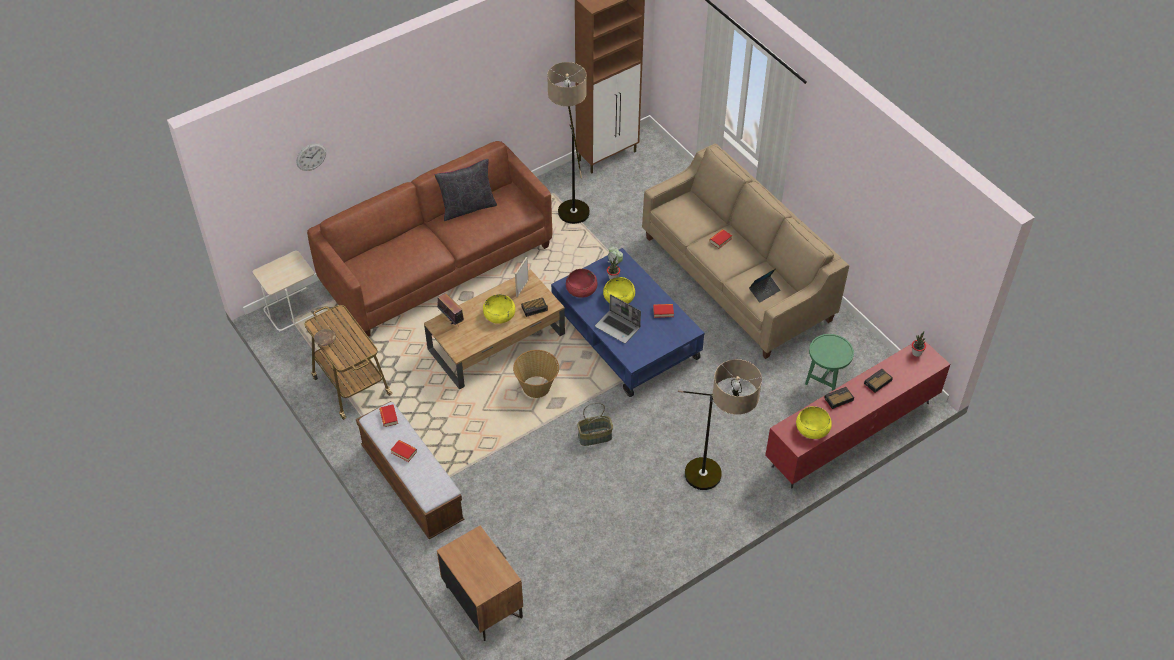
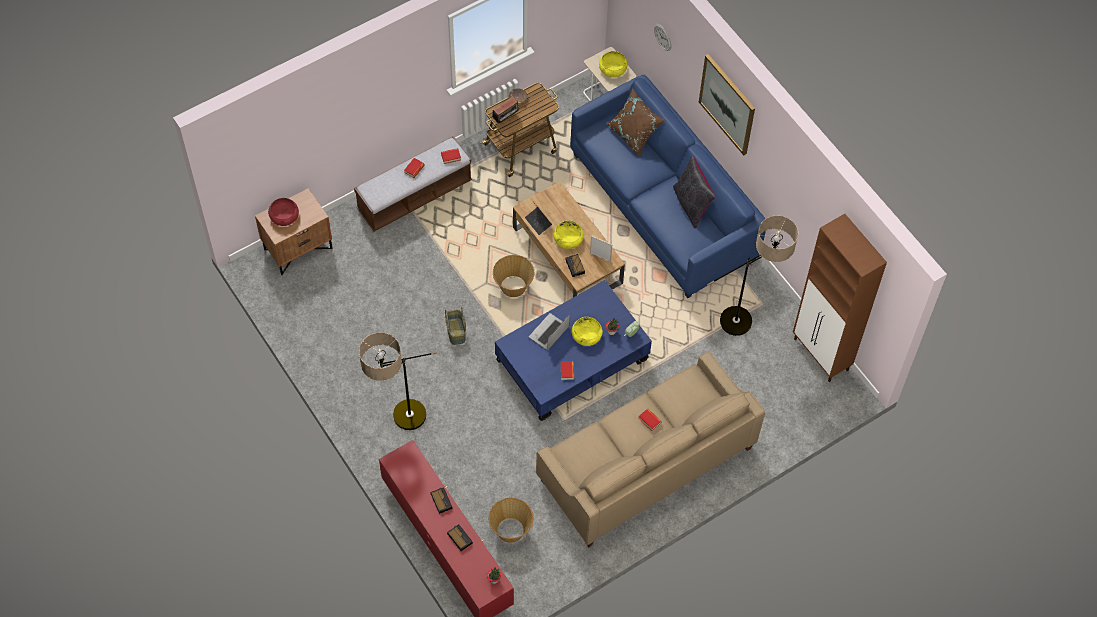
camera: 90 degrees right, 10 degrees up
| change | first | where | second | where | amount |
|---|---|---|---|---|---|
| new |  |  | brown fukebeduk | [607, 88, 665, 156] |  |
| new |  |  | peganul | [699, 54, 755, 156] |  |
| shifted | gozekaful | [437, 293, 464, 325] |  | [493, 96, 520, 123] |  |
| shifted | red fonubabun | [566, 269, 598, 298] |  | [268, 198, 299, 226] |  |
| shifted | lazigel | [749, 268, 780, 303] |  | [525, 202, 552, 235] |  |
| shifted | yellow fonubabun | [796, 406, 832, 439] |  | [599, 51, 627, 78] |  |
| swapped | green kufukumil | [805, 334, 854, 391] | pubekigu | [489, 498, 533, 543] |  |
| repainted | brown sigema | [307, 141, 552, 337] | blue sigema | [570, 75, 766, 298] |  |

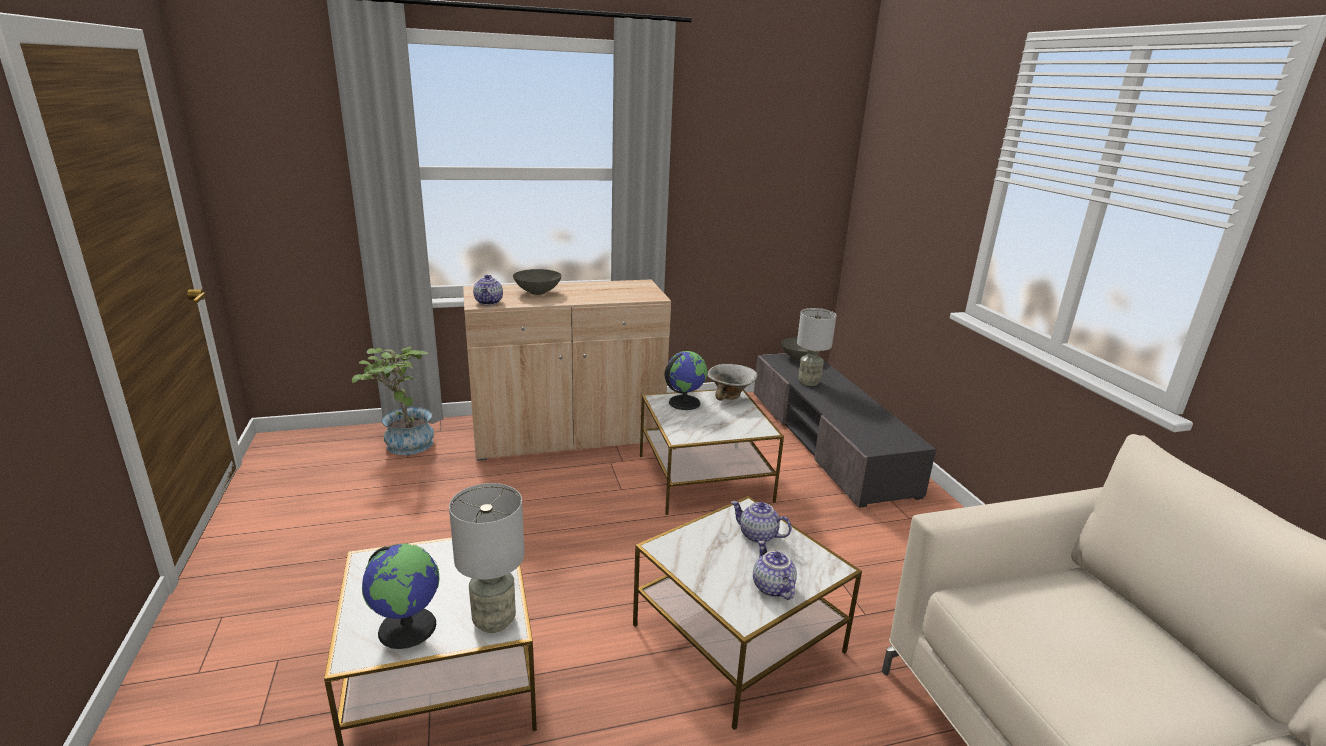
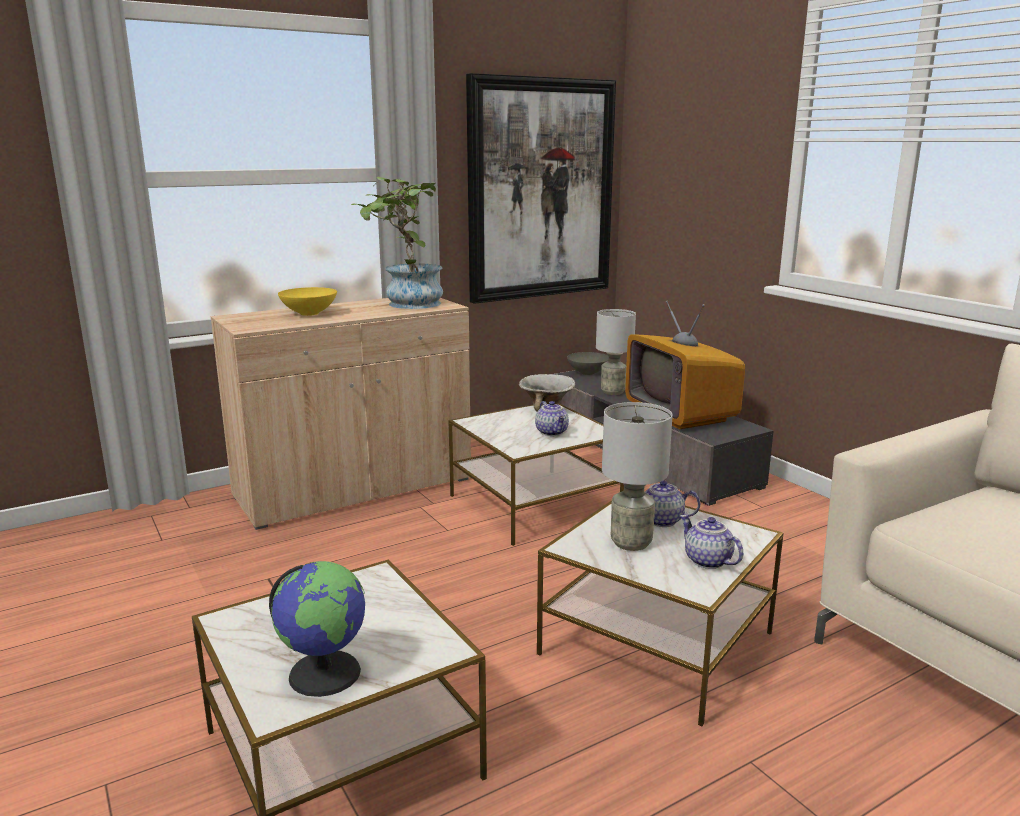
camera: 15 degrees left, 5 degrees down
| change | first | where | second | where | amount |
|---|---|---|---|---|---|
| gone | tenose | [664, 351, 707, 410] |  |  |  |
| new |  |  | peganul | [466, 73, 616, 304] |  |
| new |  |  | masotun | [625, 301, 745, 429] |  |
| shifted | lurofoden | [352, 347, 434, 455] |  | [351, 177, 443, 309] |  |
| shifted | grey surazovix | [449, 483, 525, 633] |  | [602, 402, 673, 551] |  |
| shifted | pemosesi | [473, 275, 503, 305] |  | [535, 401, 569, 436] |  |
| repainted | grey fonubabun | [513, 269, 562, 295] | yellow fonubabun | [278, 287, 337, 316] |  |

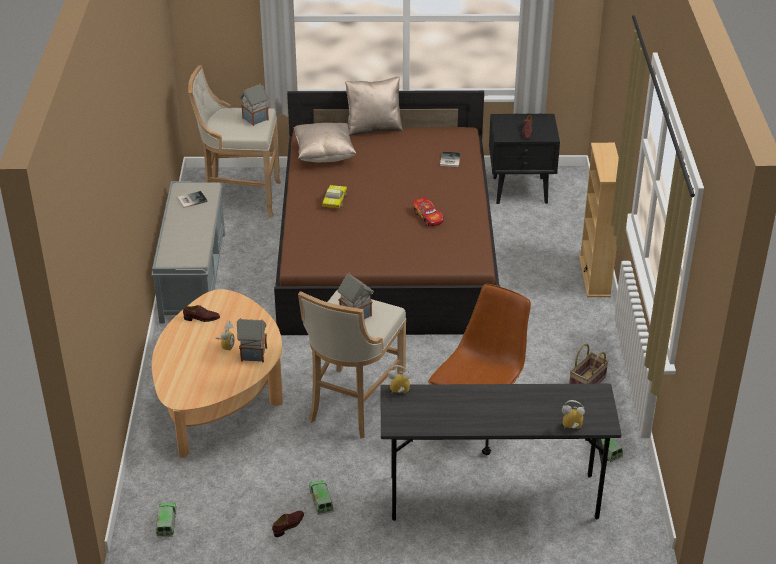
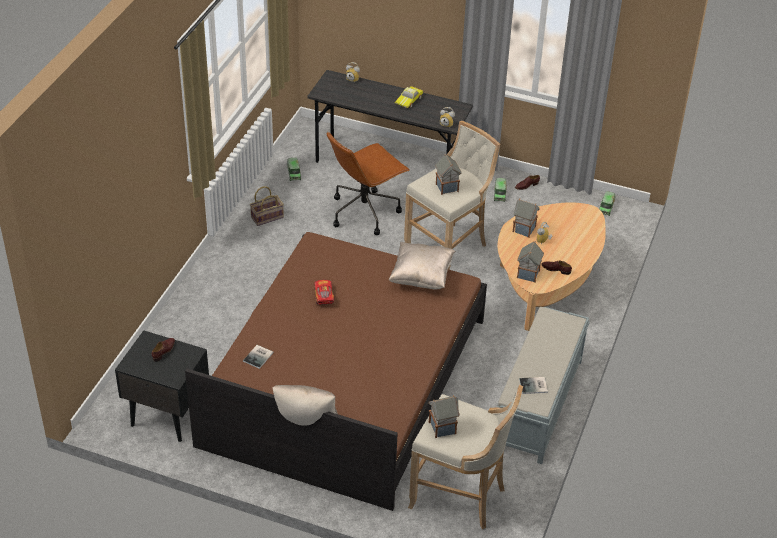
camera: 160 degrees left, 5 degrees up
| change | first | where | second | where | amount |
|---|---|---|---|---|---|
| gone | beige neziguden | [579, 143, 619, 297] |  |  |  |
| new |  |  | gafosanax | [517, 241, 544, 283] |  |
| shifted | beige fukebeduk | [293, 123, 356, 162] |  | [389, 242, 456, 289] |  |
| shifted | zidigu | [322, 185, 347, 208] |  | [395, 86, 423, 108] |  |

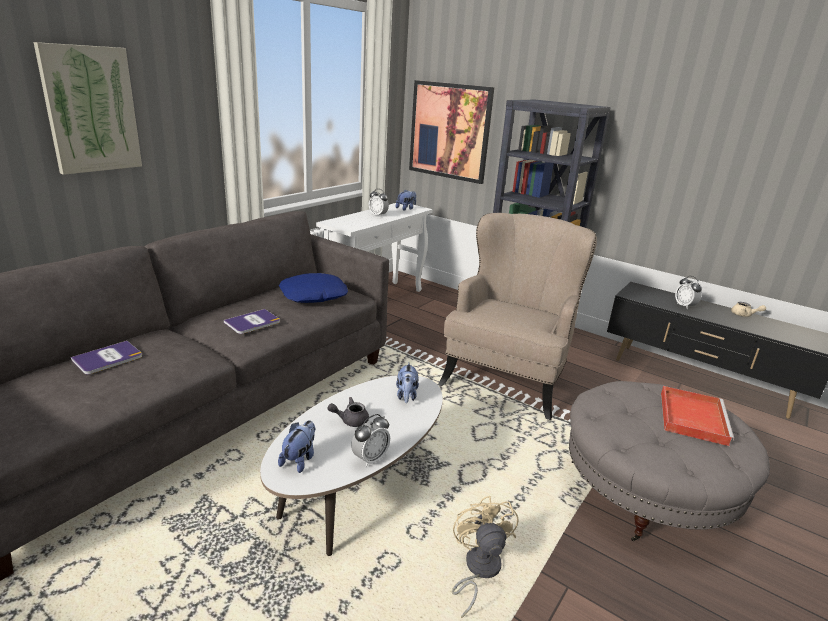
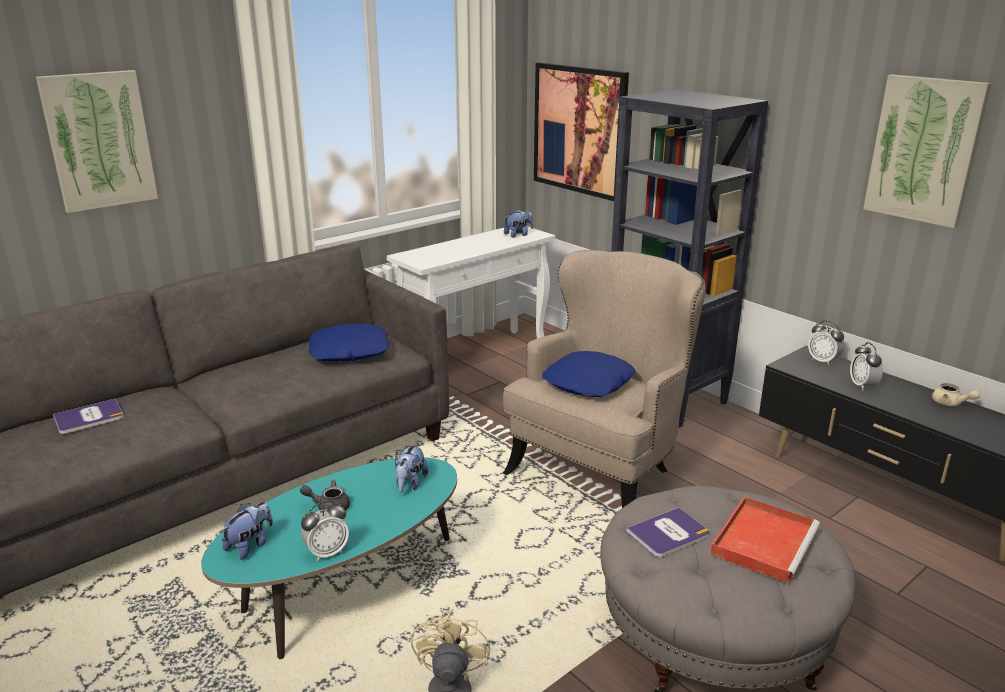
camera: 15 degrees right, 0 degrees up
| change | first | where | second | where | amount |
|---|---|---|---|---|---|
| new |  |  | blue fukebeduk | [542, 351, 636, 397] |  |
| new |  |  | peganul | [863, 74, 992, 228] |  |
| shifted | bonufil | [224, 309, 280, 334] |  | [627, 508, 709, 557] |  |
| shifted | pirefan | [369, 189, 389, 217] |  | [808, 320, 844, 366] |  |
| repainted | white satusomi | [260, 375, 443, 556] | turquoise satusomi | [201, 457, 457, 659] |  |

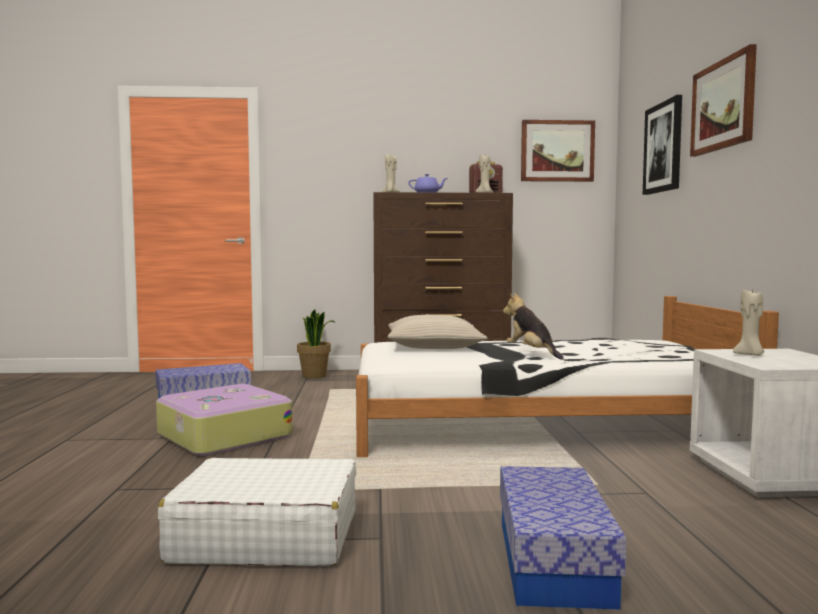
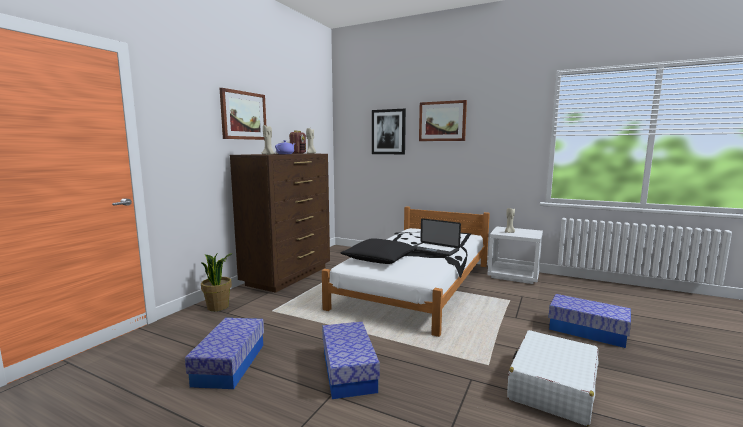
camera: 60 degrees left, 5 degrees up
| change | first | where | second | where | amount |
|---|---|---|---|---|---|
| shifted | peganul | [521, 120, 595, 182] |  | [219, 88, 266, 140] |  |
| swapped | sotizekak | [156, 384, 292, 456] | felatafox | [322, 322, 380, 399] |  |
| swapped | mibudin | [503, 293, 563, 359] | lazigel | [414, 218, 461, 257] |  |
| repainted | beige fukebeduk | [388, 315, 487, 349] | black fukebeduk | [341, 238, 417, 264] |  |

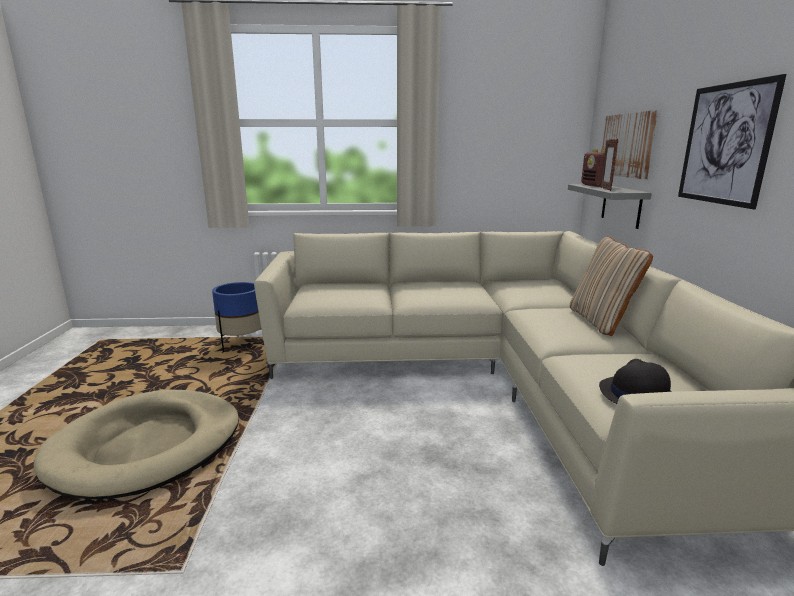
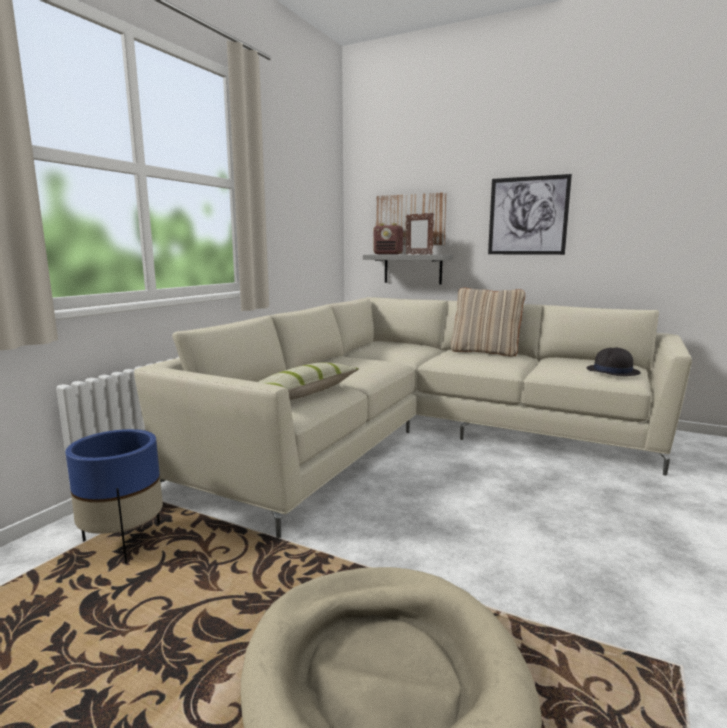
camera: 60 degrees left, 5 degrees down
| change | first | where | second | where | amount |
|---|---|---|---|---|---|
| new |  |  | fukebeduk | [258, 363, 359, 400] |  |

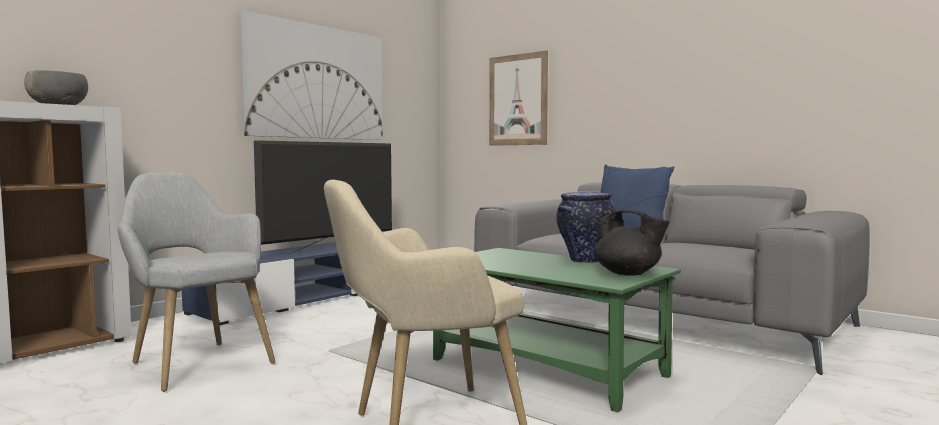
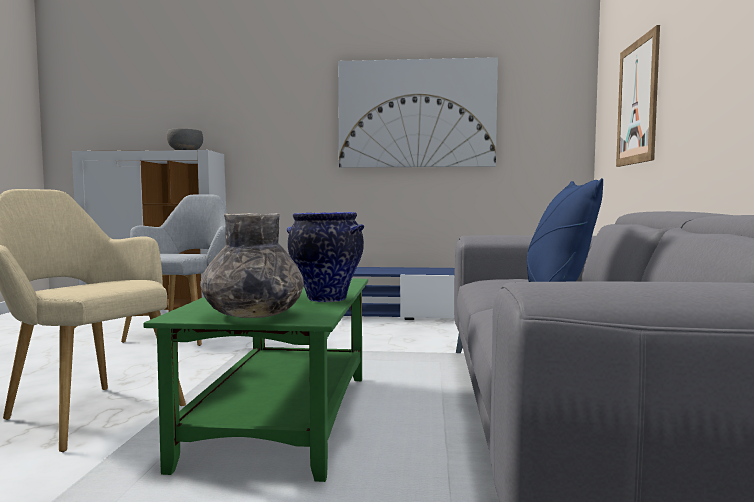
camera: 55 degrees right, 0 degrees up
| change | first | where | second | where | amount |
|---|---|---|---|---|---|
| gone | masotun | [254, 140, 392, 255] |  |  |  |
| swapped | black pemosesi | [595, 210, 670, 276] | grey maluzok | [200, 213, 304, 318] |  |

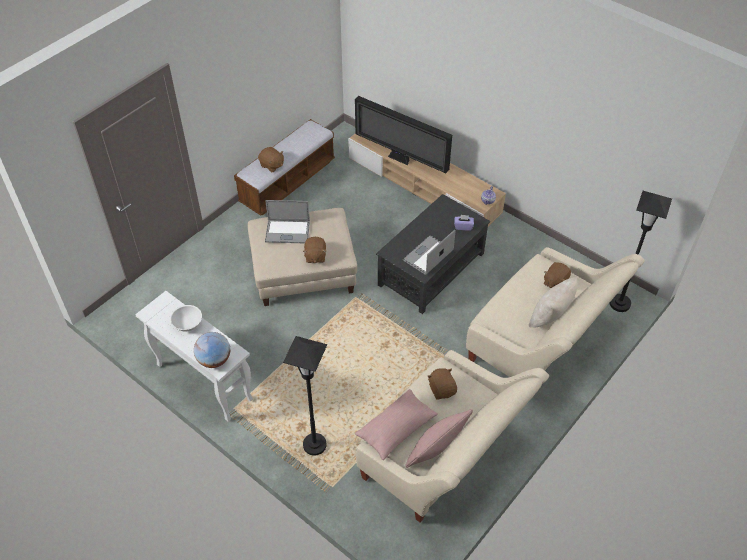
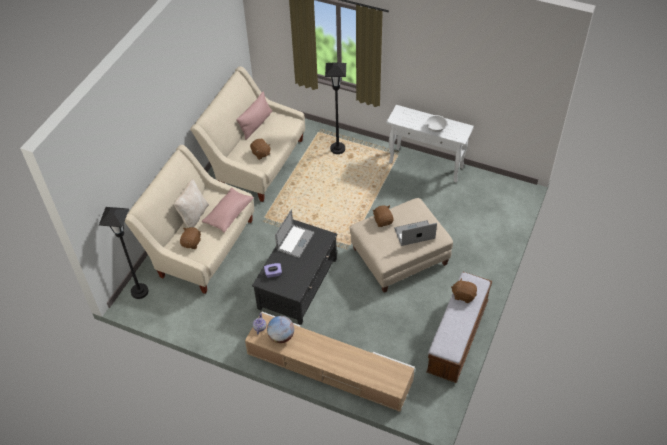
camera: 165 degrees right, 0 degrees up
| change | first | where | second | where | amount |
|---|---|---|---|---|---|
| gone | masotun | [355, 96, 452, 173] |  |  |  |
| shifted | tenose | [194, 332, 230, 368] |  | [267, 316, 294, 343] |  |
| shifted | pink fukebeduk | [355, 389, 438, 460] |  | [202, 188, 254, 233] |  |

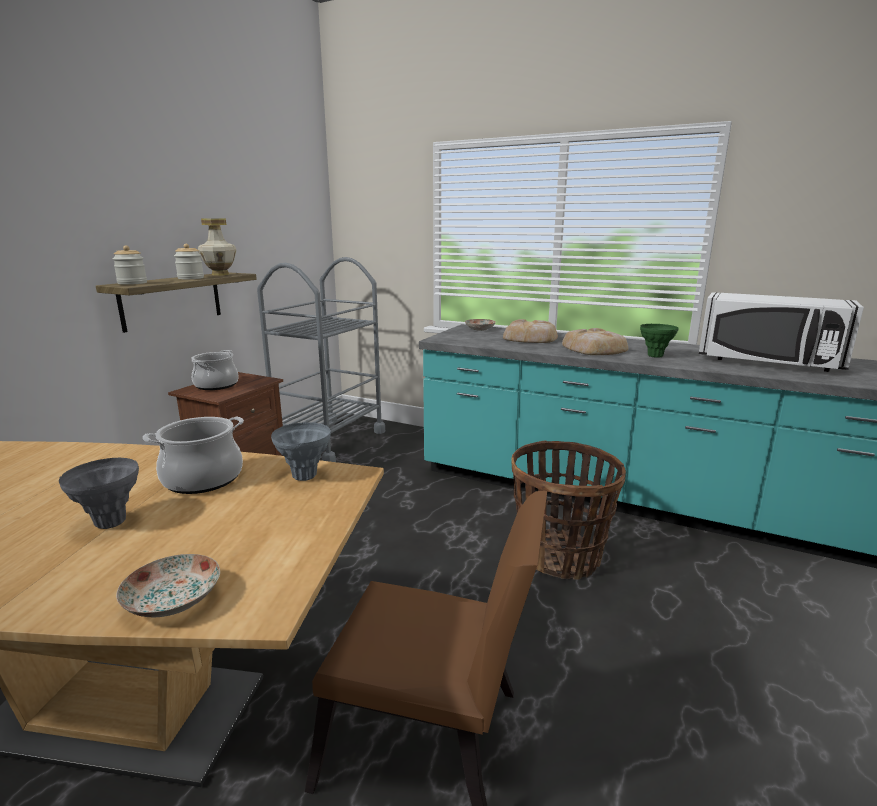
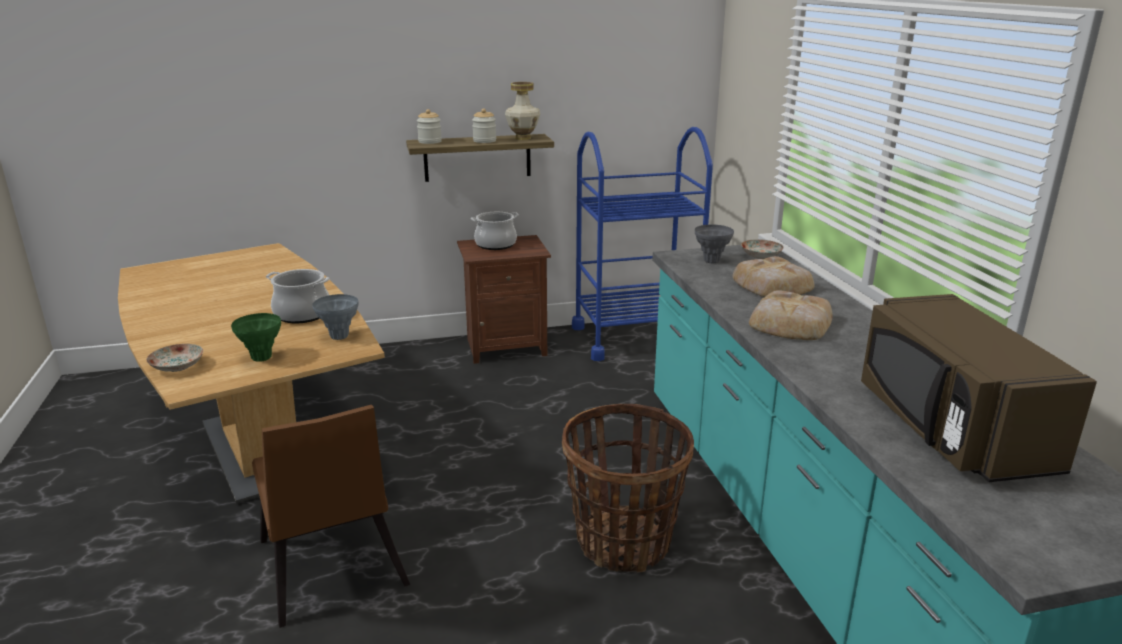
camera: 50 degrees right, 5 degrees up
| change | first | where | second | where | amount |
|---|---|---|---|---|---|
| shifted | grey maluzok | [59, 458, 139, 529] |  | [695, 224, 734, 263] |  |
| shifted | green maluzok | [640, 324, 679, 358] |  | [231, 313, 281, 362] |  |
| repainted | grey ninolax | [257, 257, 385, 462] | blue ninolax | [572, 127, 713, 361] |  |
| repainted | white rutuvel | [699, 292, 864, 372] | brown rutuvel | [861, 294, 1097, 482] |  |

